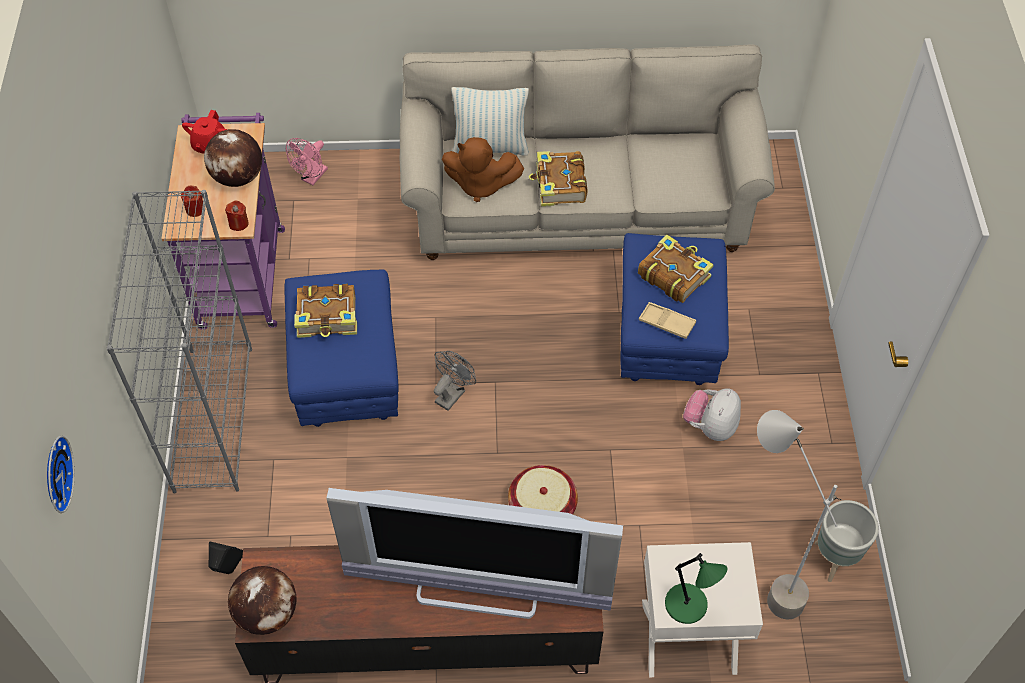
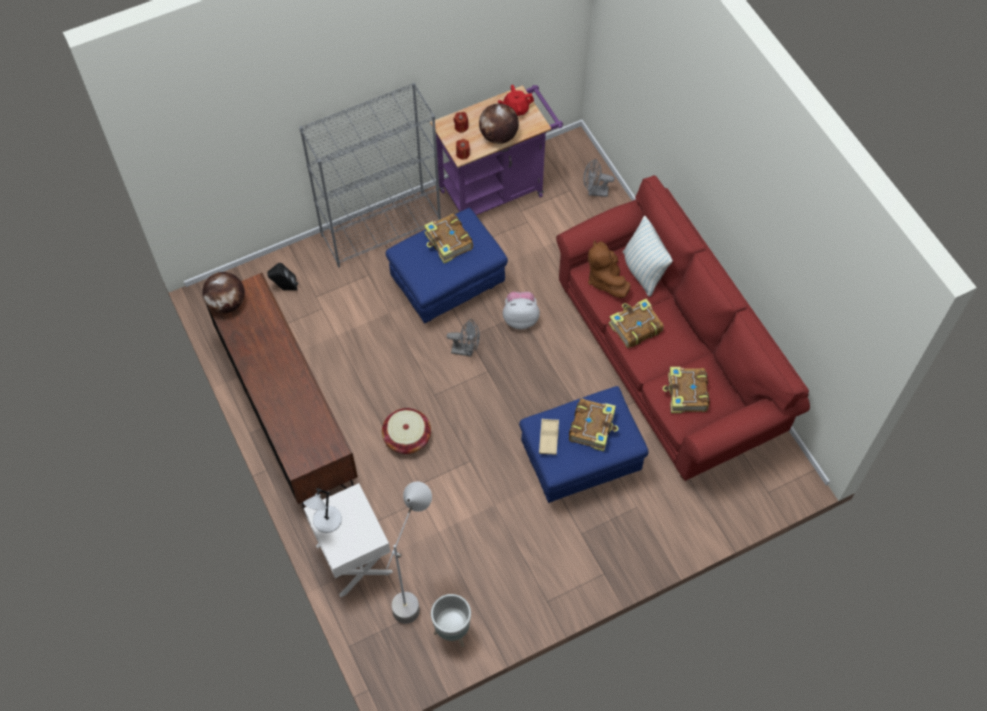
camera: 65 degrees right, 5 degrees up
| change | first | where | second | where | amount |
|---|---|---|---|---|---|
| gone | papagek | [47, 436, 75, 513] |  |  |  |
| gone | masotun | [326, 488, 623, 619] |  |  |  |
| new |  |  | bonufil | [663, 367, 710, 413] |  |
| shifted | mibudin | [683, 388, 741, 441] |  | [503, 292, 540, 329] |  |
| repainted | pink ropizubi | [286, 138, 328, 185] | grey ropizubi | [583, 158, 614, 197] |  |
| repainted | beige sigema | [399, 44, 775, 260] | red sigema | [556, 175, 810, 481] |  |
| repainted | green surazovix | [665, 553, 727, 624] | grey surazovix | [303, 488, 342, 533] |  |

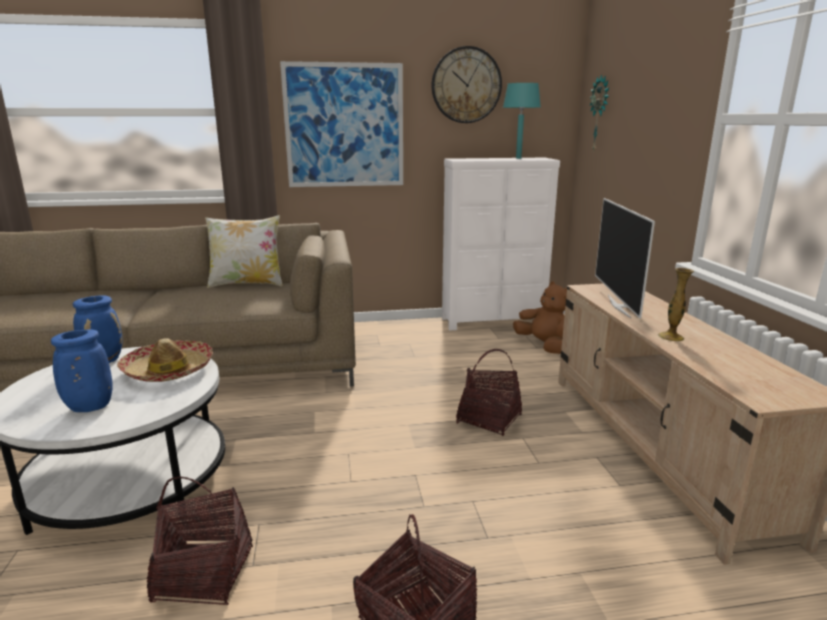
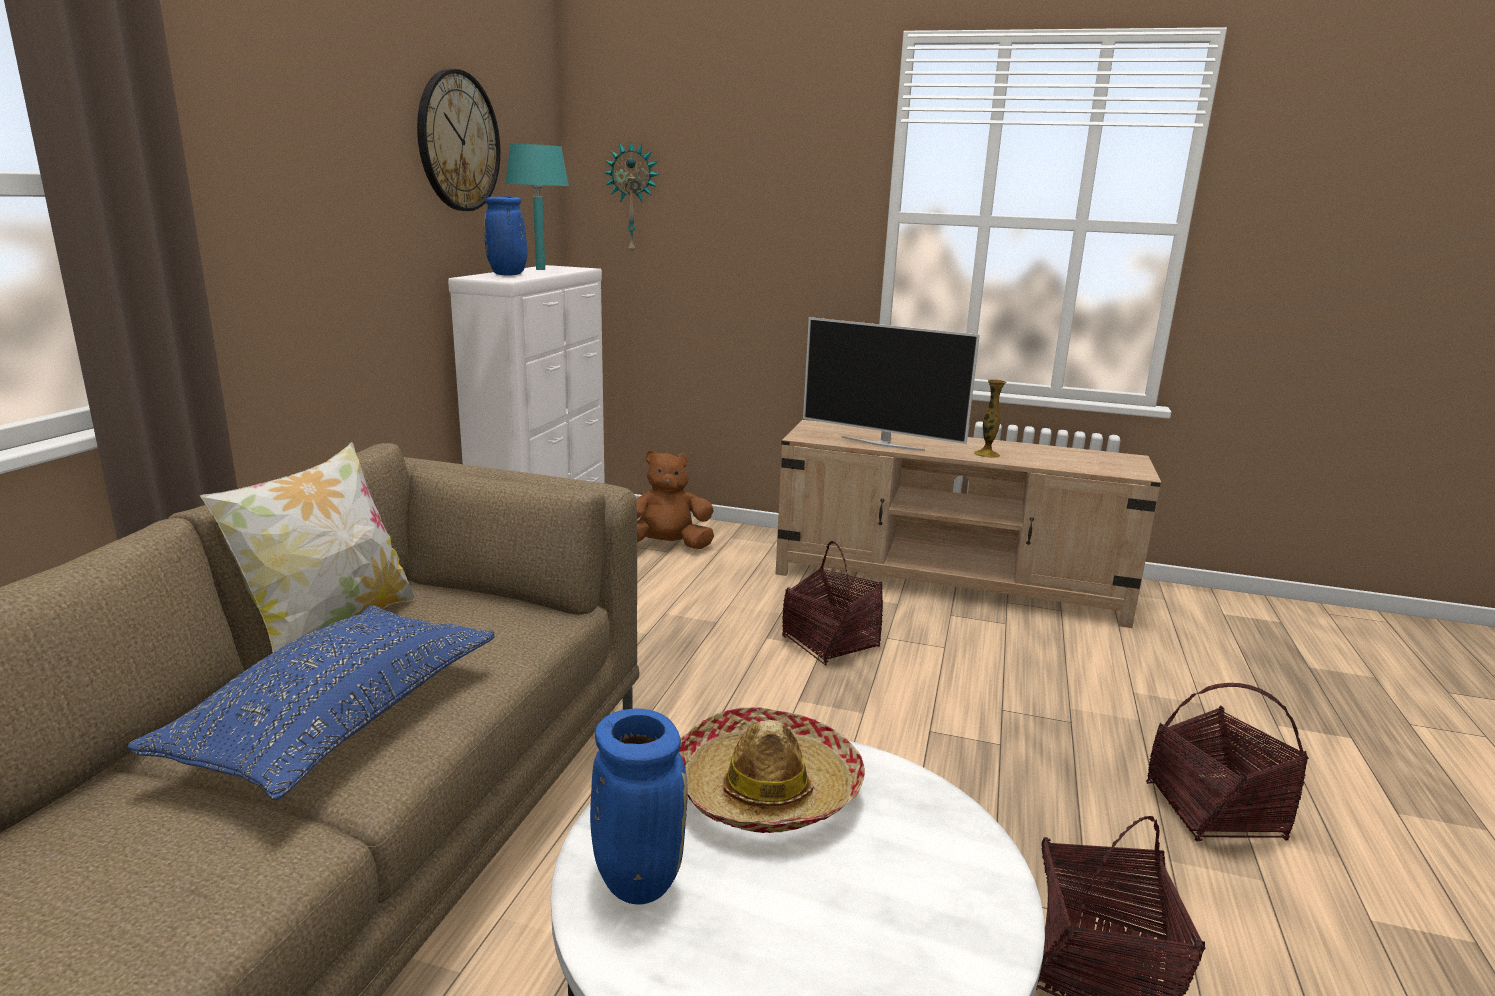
camera: 65 degrees left, 0 degrees up
| change | first | where | second | where | amount |
|---|---|---|---|---|---|
| gone | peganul | [280, 61, 403, 187] |  |  |  |
| new |  |  | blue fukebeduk | [128, 605, 495, 800] |  |
| shifted | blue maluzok | [51, 329, 113, 412] |  | [484, 196, 528, 276] |  |

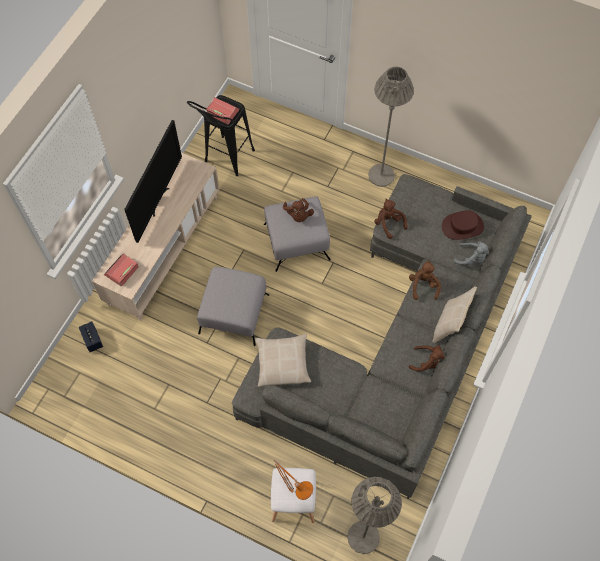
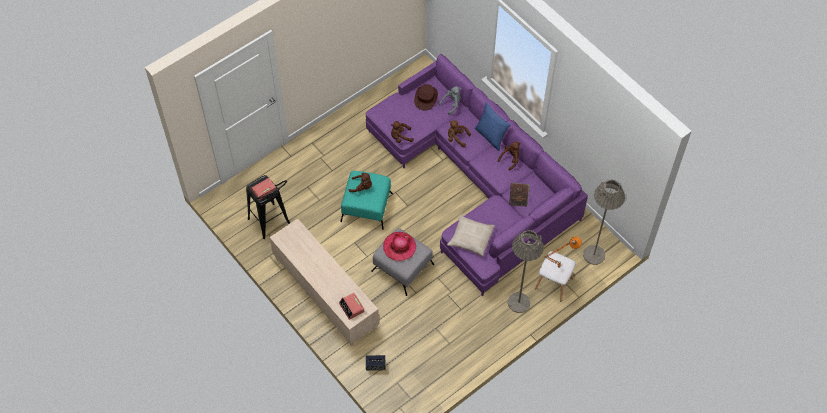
camera: 65 degrees left, 5 degrees down
| change | first | where | second | where | amount |
|---|---|---|---|---|---|
| gone | masotun | [124, 120, 182, 243] |  |  |  |
| new |  |  | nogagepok | [383, 232, 416, 261] |  |
| new |  |  | brown bonufil | [509, 183, 530, 207] |  |
| shifted | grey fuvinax | [368, 67, 414, 187] |  | [508, 230, 544, 313] |  |
| repainted | grey sigema | [232, 174, 532, 499] | purple sigema | [365, 54, 588, 296] |  |
| repainted | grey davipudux | [264, 196, 331, 272] | turquoise davipudux | [340, 171, 393, 230] |  |
| repainted | beige fukebeduk | [432, 286, 477, 343] | blue fukebeduk | [475, 102, 511, 151] |  |

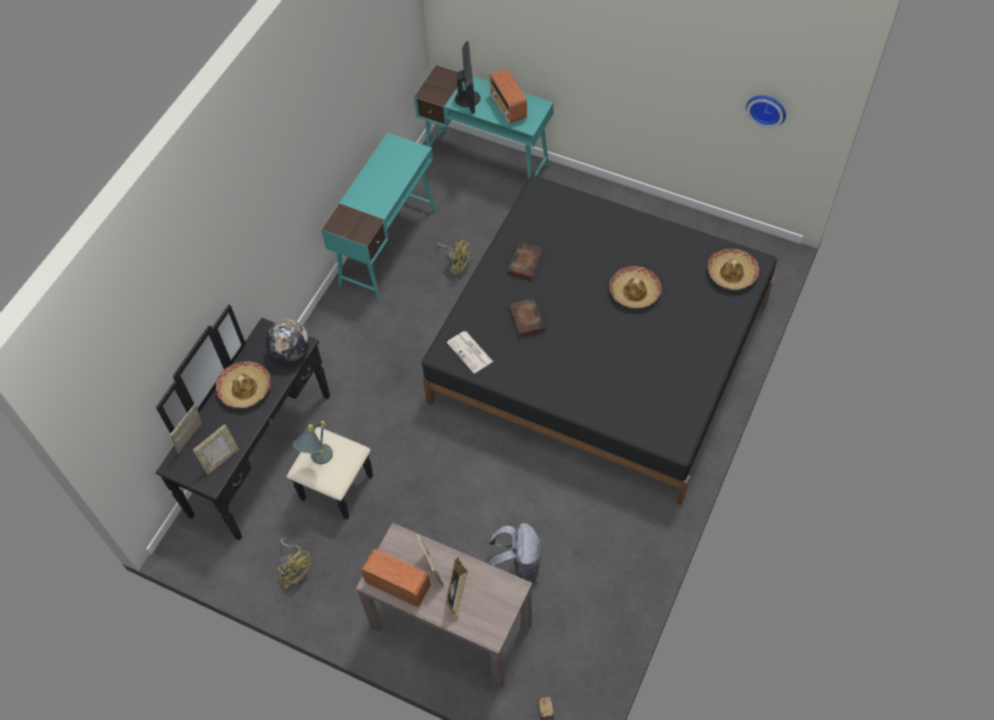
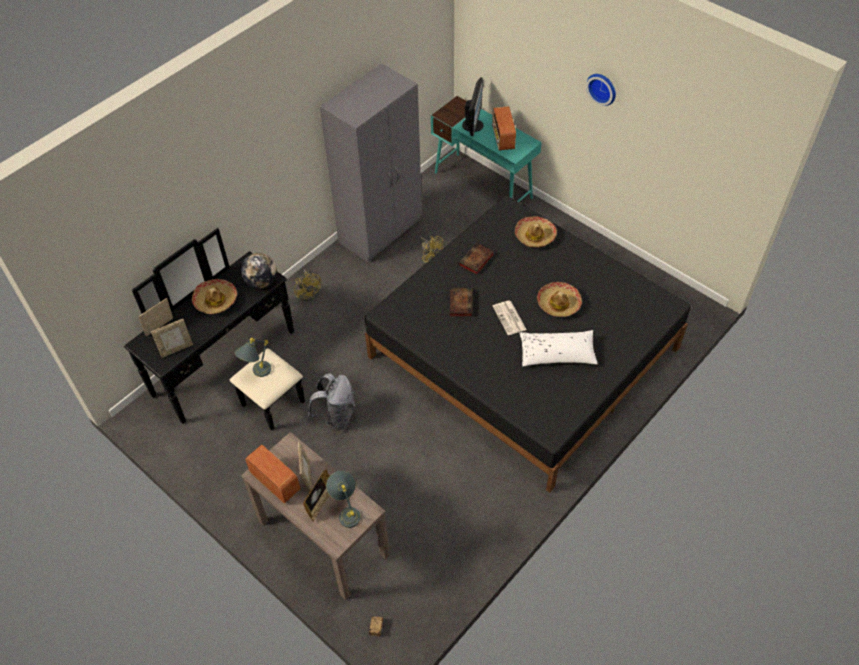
camera: 15 degrees right, 5 degrees down
| change | first | where | second | where | amount |
|---|---|---|---|---|---|
| new |  |  | grey surazovix | [326, 471, 361, 528] |  |
| new |  |  | white fukebeduk | [519, 330, 597, 367] |  |
| shifted | yellow ropizubi | [279, 538, 311, 589] |  | [294, 269, 321, 302] |  |
| shifted | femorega | [447, 331, 493, 374] |  | [493, 301, 527, 335] |  |
| shifted | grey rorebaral | [489, 523, 541, 585] |  | [308, 373, 356, 431] |  |
| shifted | nogagepok | [708, 249, 759, 290] |  | [515, 216, 557, 248] |  |
| shifted | papagek | [746, 95, 786, 128] |  | [586, 74, 616, 106] |  |
| swapped | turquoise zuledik | [321, 133, 436, 301] | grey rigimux | [320, 63, 422, 263] |  |

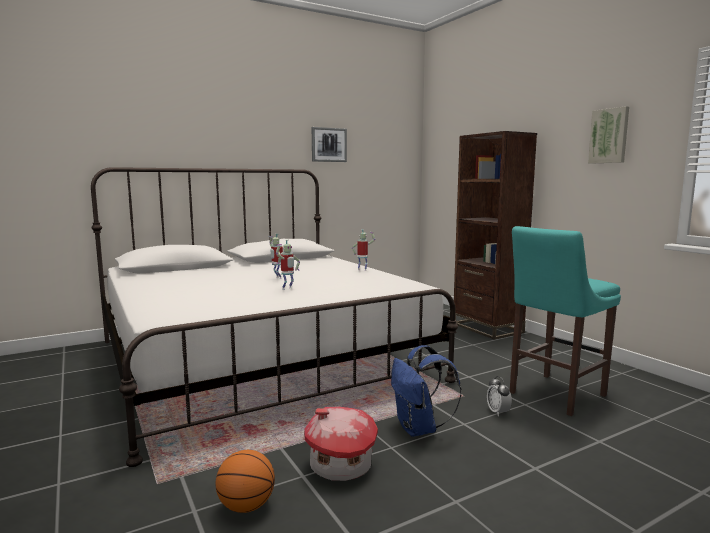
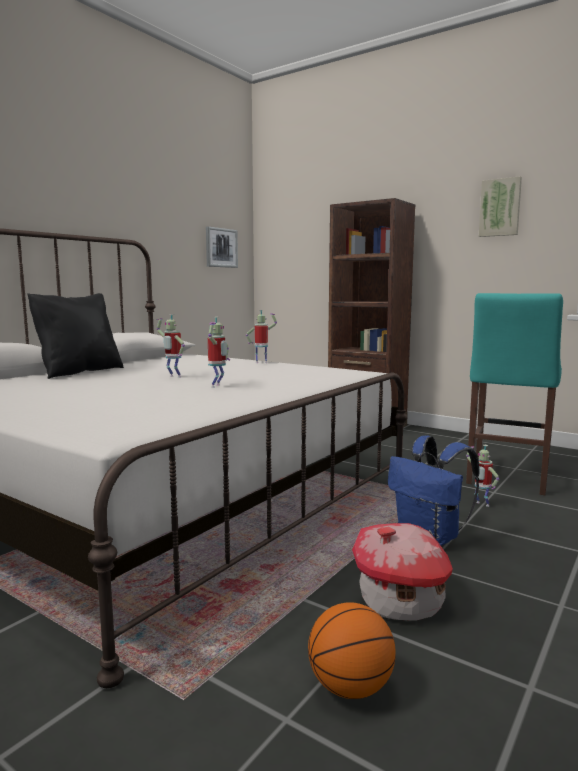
camera: 25 degrees left, 0 degrees up
| change | first | where | second | where | amount |
|---|---|---|---|---|---|
| new |  |  | black fukebeduk | [27, 293, 124, 379] |  |
| shifted | peganul | [312, 127, 347, 162] |  | [206, 226, 238, 268] |  |
| swapped | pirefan | [487, 376, 512, 416] | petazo | [466, 444, 499, 507] |  |

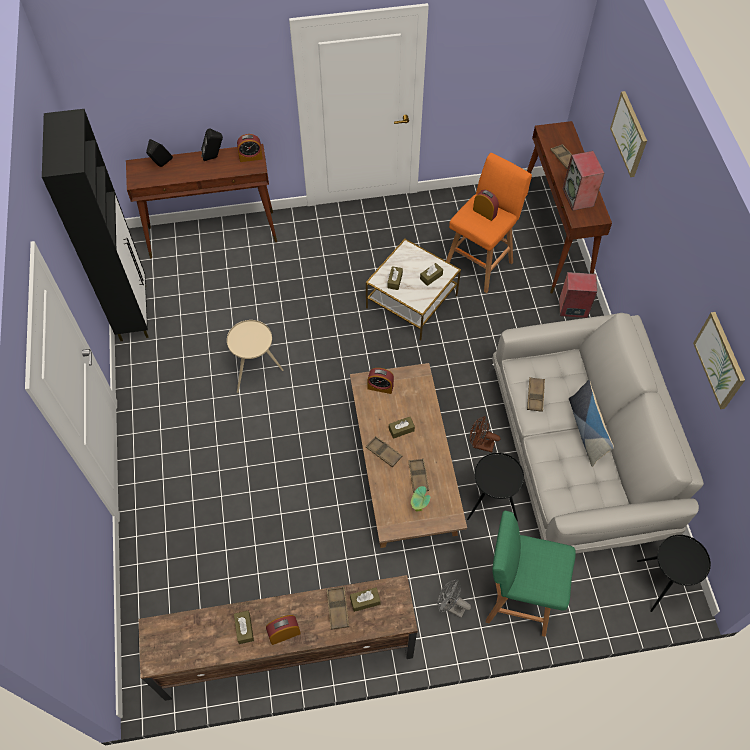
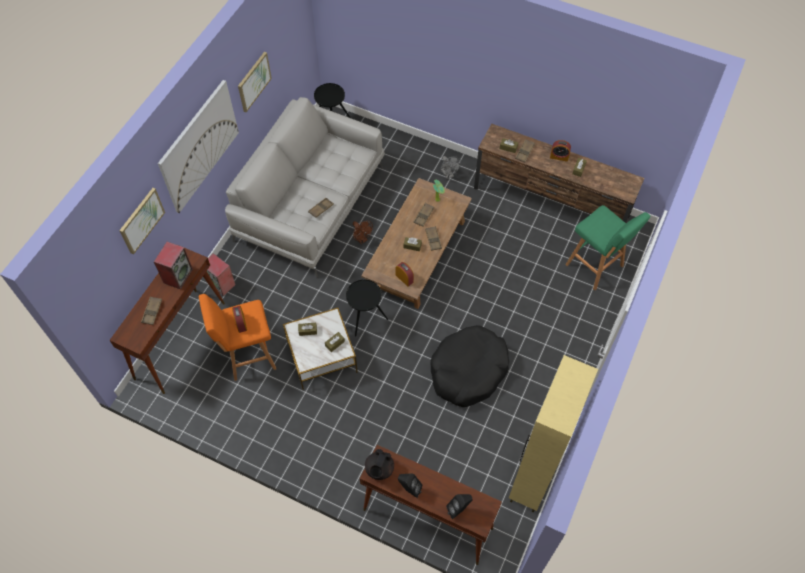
camera: 145 degrees left, 0 degrees up
| change | first | where | second | where | amount |
|---|---|---|---|---|---|
| gone | fukebeduk | [569, 380, 614, 467] |  |  |  |
| new |  |  | peganul | [158, 80, 239, 213] |  |
| shifted | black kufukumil | [467, 453, 524, 522] |  | [346, 279, 388, 337] |  |
| shifted | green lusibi | [486, 511, 576, 637] |  | [565, 205, 650, 290] |  |
| swapped | beige kufukumil | [227, 320, 284, 393] | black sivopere | [431, 325, 509, 407] |  |
| swapped | pirefan | [237, 134, 263, 162] | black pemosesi | [365, 449, 394, 480] |  |
| repainted | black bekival | [42, 109, 148, 341] | beige bekival | [509, 355, 598, 513] |  |

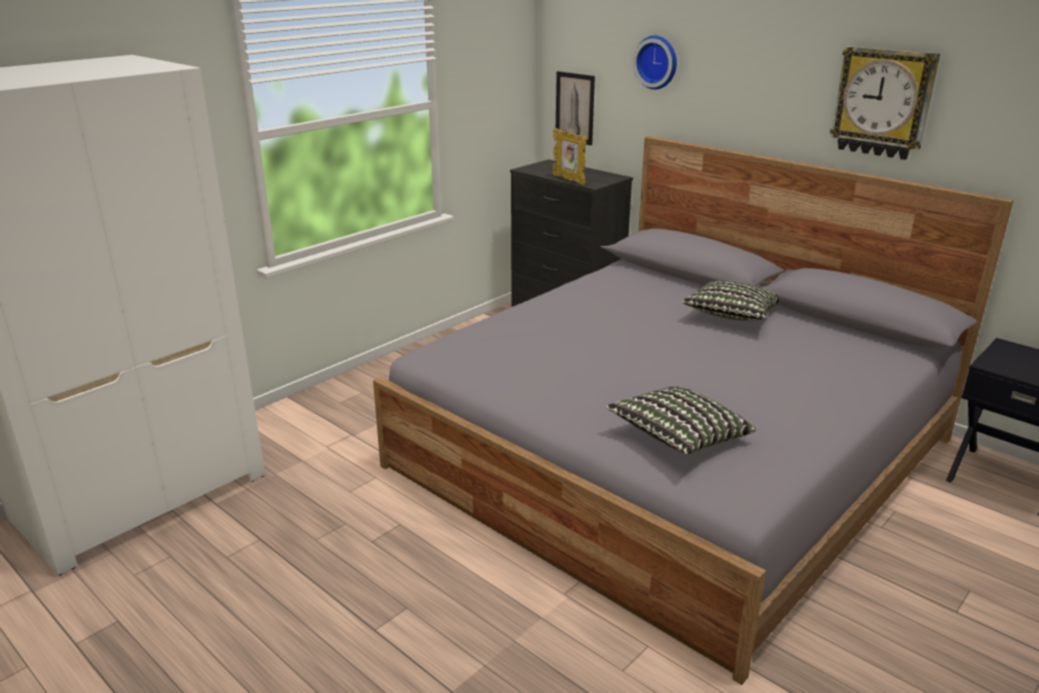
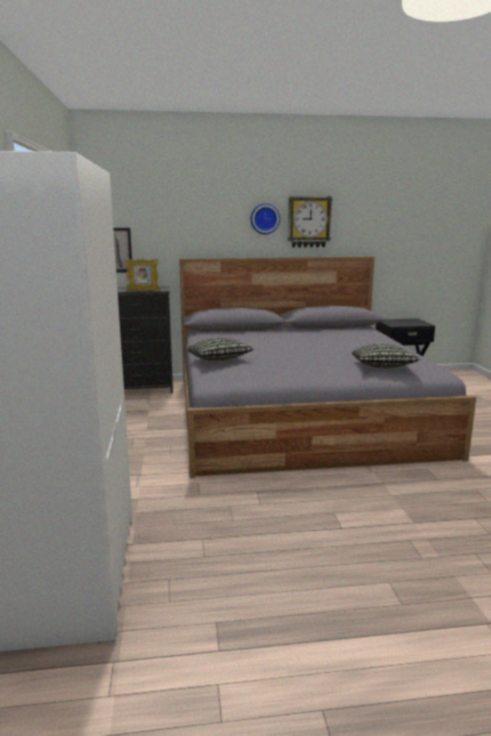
camera: 50 degrees left, 10 degrees down
| change | first | where | second | where | amount |
|---|---|---|---|---|---|
| shifted | papagek | [633, 36, 677, 90] |  | [251, 203, 280, 234] |  |
| shifted | fukebeduk | [682, 280, 780, 321] |  | [187, 338, 254, 361] |  |

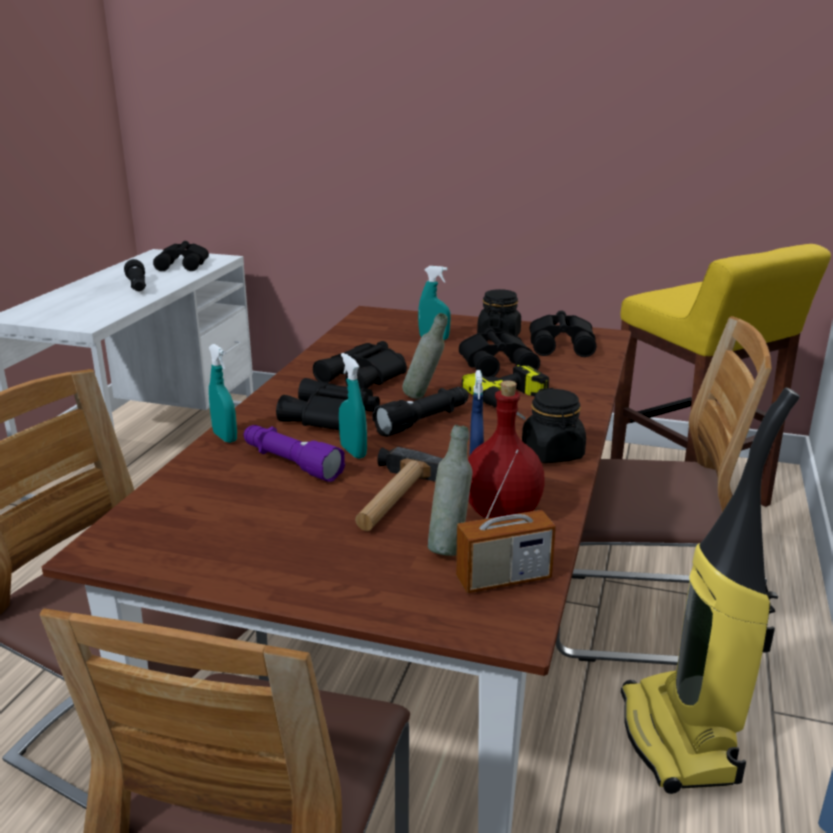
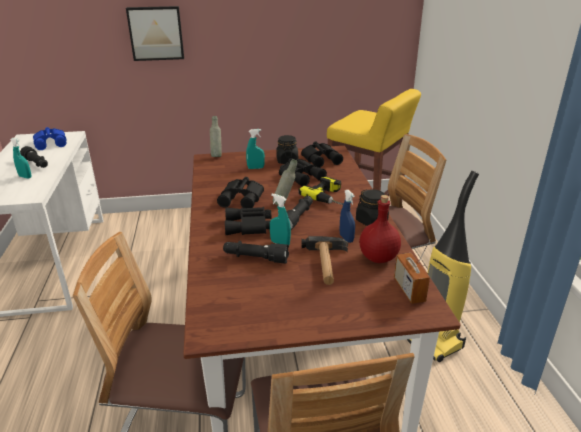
camera: 25 degrees left, 5 degrees up
| change | first | where | second | where | amount |
|---|---|---|---|---|---|
| new |  |  | peganul | [126, 6, 184, 61] |  |
| shifted | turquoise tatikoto | [209, 344, 237, 443] |  | [10, 138, 32, 179] |  |
| shifted | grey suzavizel | [428, 425, 472, 556] |  | [210, 116, 222, 157] |  |
| repainted | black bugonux | [153, 241, 209, 271] | blue bugonux | [33, 127, 67, 150] |  |
| repainted | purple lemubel | [244, 425, 345, 482] | black lemubel | [223, 241, 289, 264] |  |
| rotated | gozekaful | [456, 450, 556, 593] |  | [394, 240, 430, 304] | 120 degrees clockwise |

